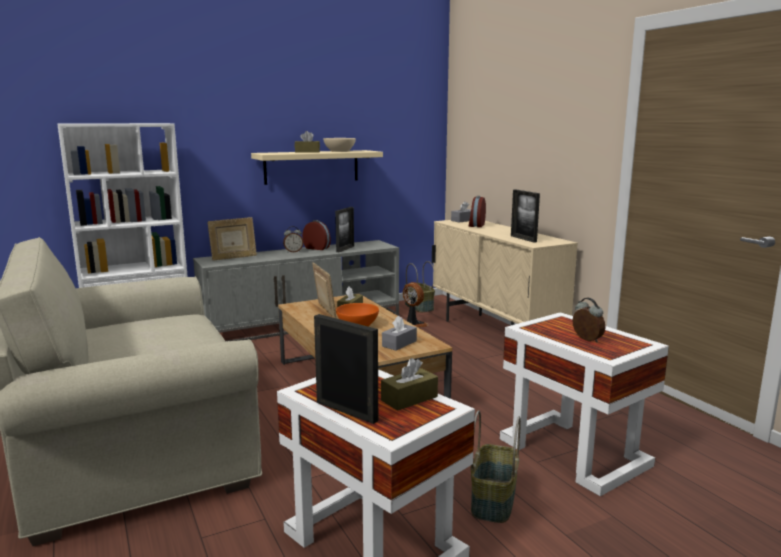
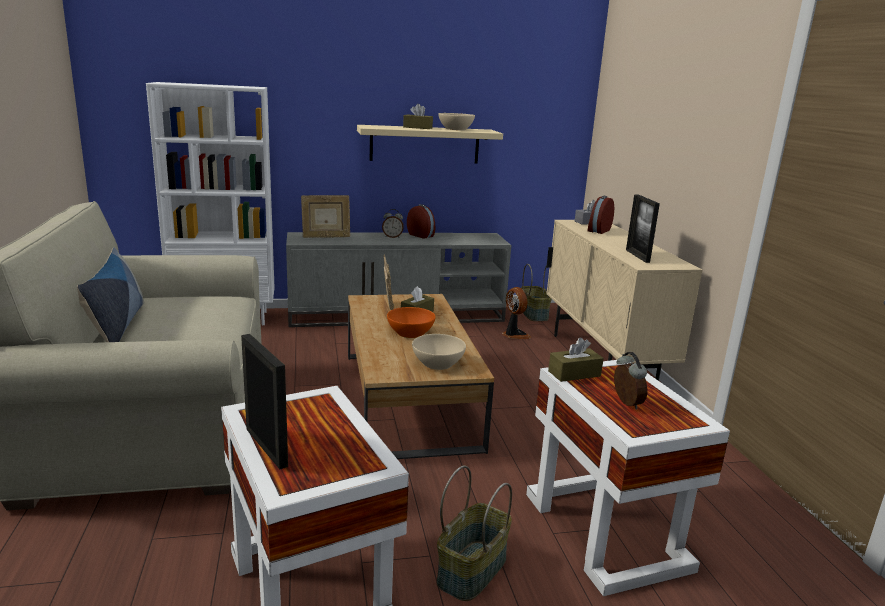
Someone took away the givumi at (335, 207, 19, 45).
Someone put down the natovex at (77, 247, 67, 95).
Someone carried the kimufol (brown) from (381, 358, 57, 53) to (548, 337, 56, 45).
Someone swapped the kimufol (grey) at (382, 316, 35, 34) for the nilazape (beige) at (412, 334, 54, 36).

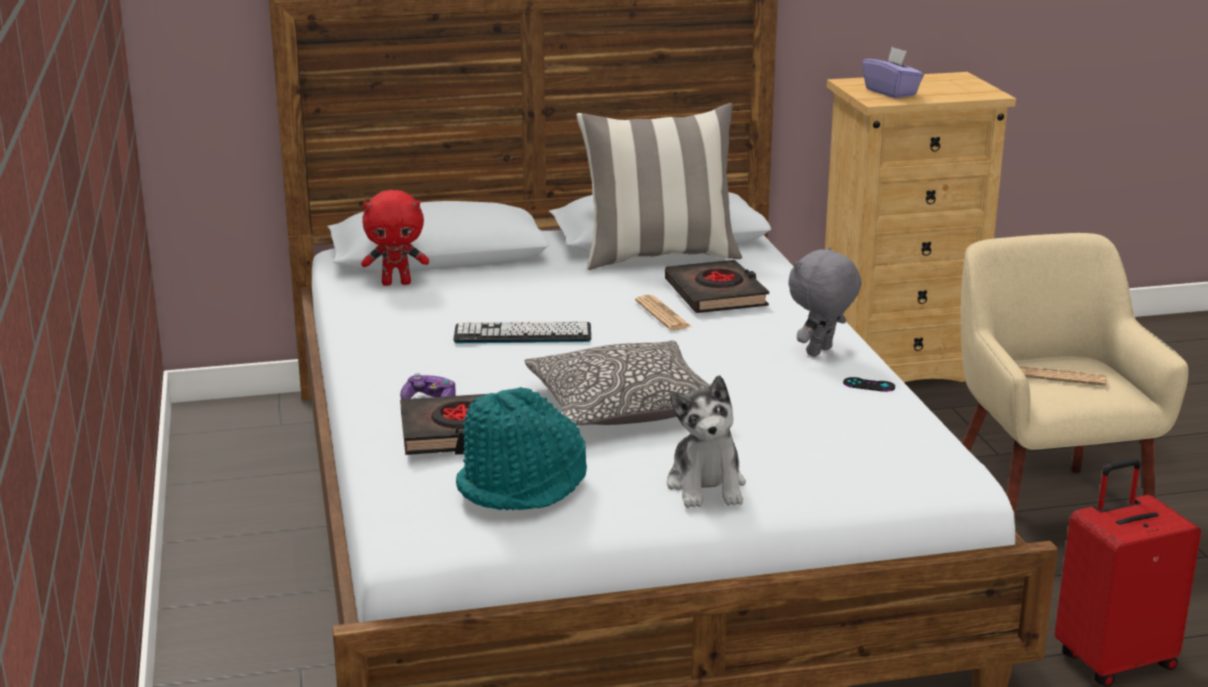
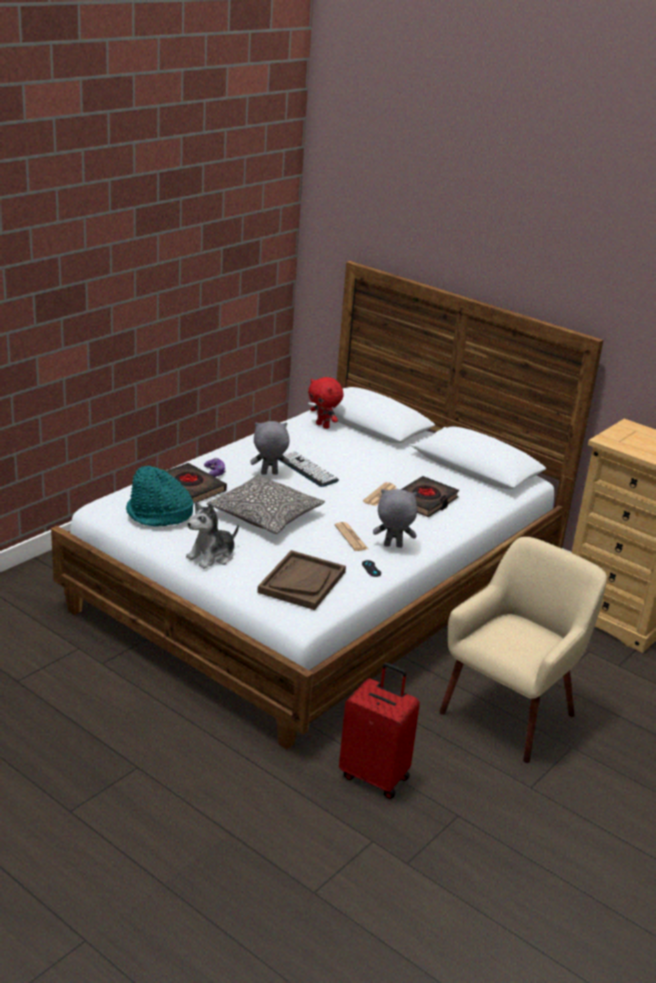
Someone took away the natovex at (576, 103, 166, 167).
Someone took away the kimufol (purple) at (862, 47, 62, 51).
Someone put down the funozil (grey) at (250, 421, 40, 54).
Someone put down the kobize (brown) at (257, 550, 89, 60).
Someone carried the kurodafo from (1019, 366, 88, 20) to (335, 522, 33, 29).

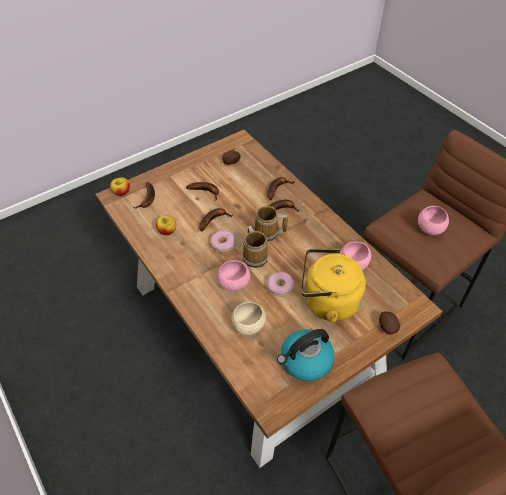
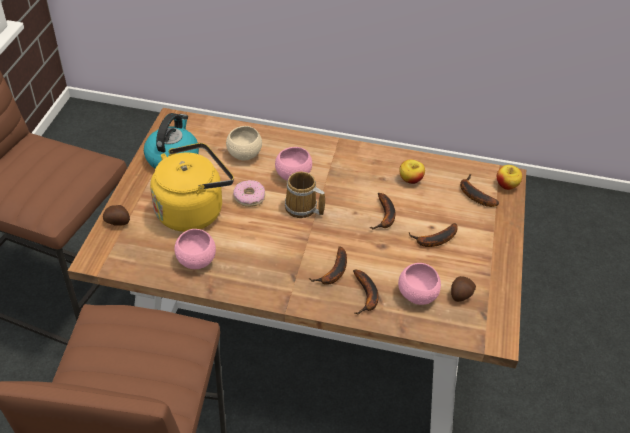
Someone took away the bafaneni at (210, 230, 26, 23).
Someone took away the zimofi at (254, 206, 34, 35).
Someone carried the nilazape (pink) from (418, 206, 31, 29) to (398, 263, 43, 42).

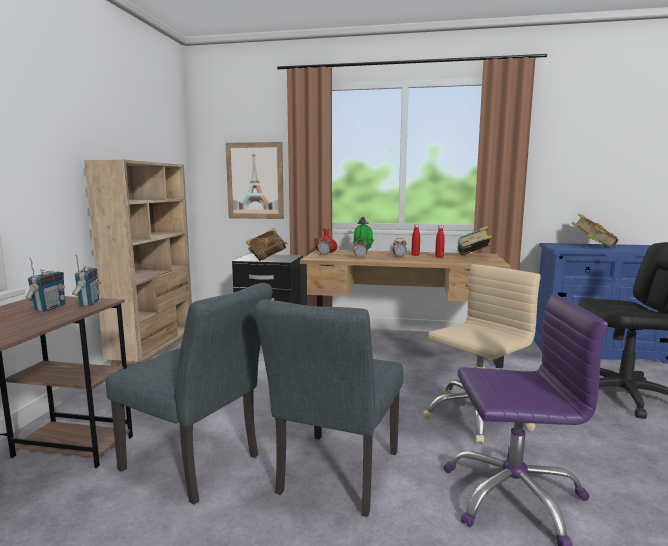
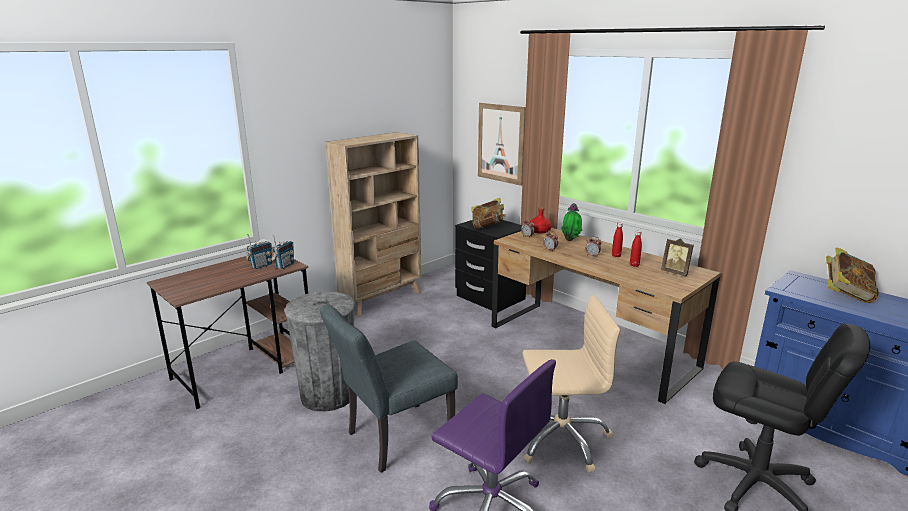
Someone swapped the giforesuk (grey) at (106, 283, 167, 222) for the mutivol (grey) at (284, 291, 71, 121).
Someone swapped the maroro at (458, 226, 34, 29) for the givumi at (661, 238, 33, 38).

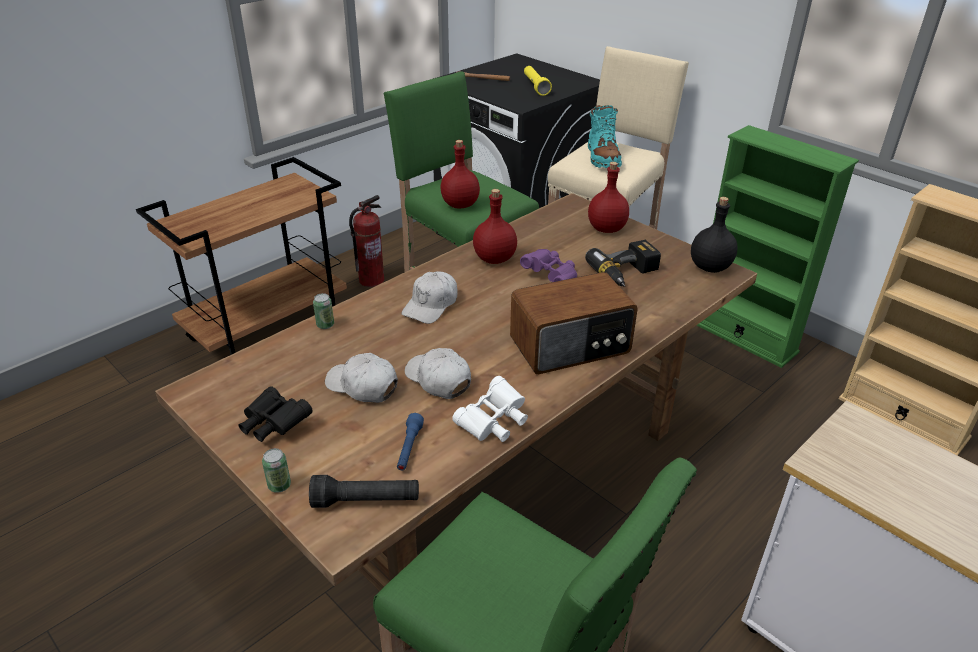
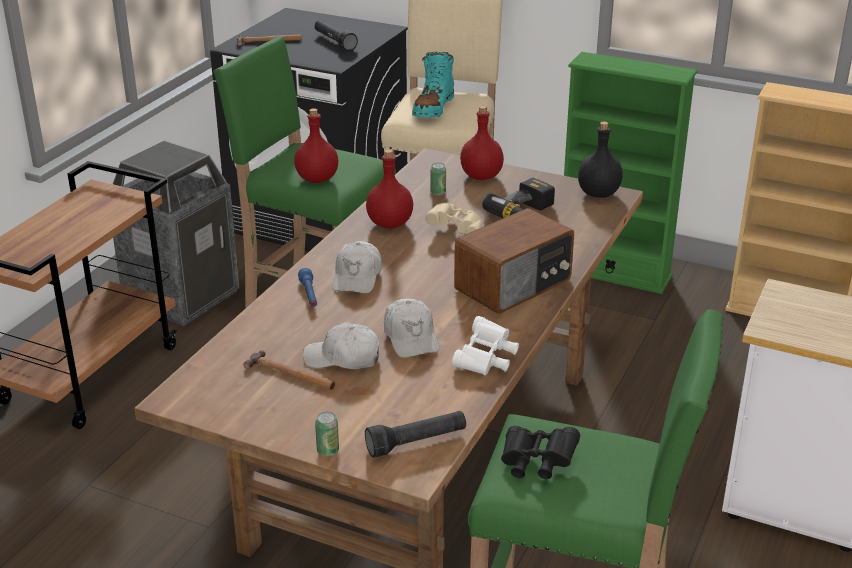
Someone put down the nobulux at (243, 350, 92, 40).
Someone carried the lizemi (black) from (238, 386, 75, 56) to (501, 426, 79, 53).
Someone carried the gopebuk from (313, 293, 21, 36) to (430, 163, 16, 32).
Someone carried the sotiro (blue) from (397, 413, 27, 57) to (298, 268, 19, 39).
Someone swapped the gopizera at (349, 195, 35, 92) for the mutivol at (113, 140, 126, 186).
Someone repainted the lizemi (purple) at (520, 249, 57, 33), which became the lizemi (beige) at (425, 203, 58, 31).
Someone repainted the sotiro (yellow) at (524, 66, 28, 30), which became the sotiro (black) at (314, 20, 44, 31).
Someone rotated the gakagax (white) at (405, 348, 66, 51) by 135 degrees counterclockwise.
Someone rotated the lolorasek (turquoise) at (588, 105, 34, 63) by 45 degrees clockwise.

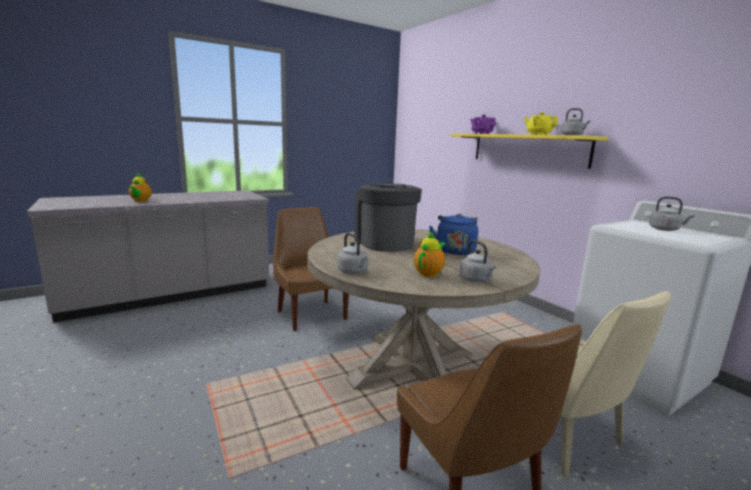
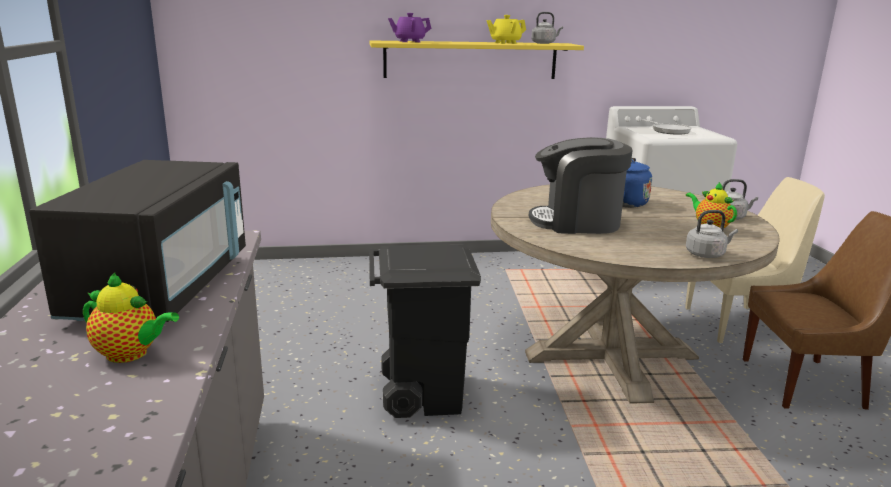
Someone put down the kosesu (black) at (29, 160, 217, 162).
Someone swapped the giforesuk (brown) at (273, 208, 76, 123) for the mutivol (black) at (369, 244, 112, 174).
Someone swapped the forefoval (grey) at (649, 197, 45, 34) for the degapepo at (642, 119, 50, 16).

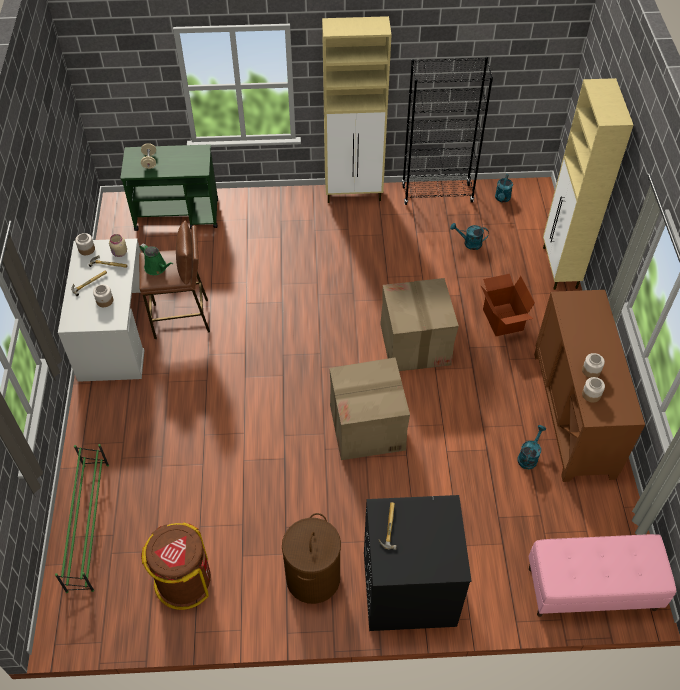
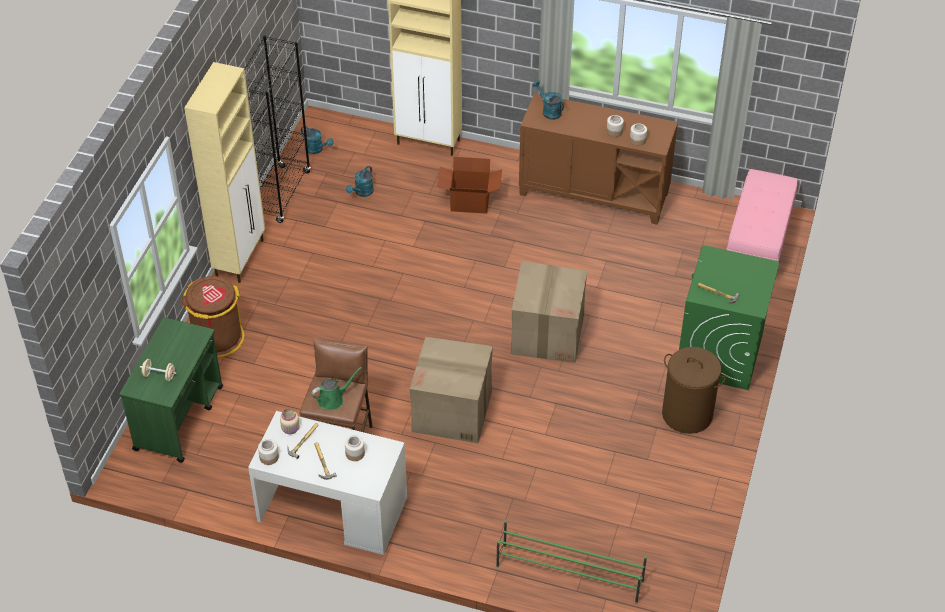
Someone carried the mutivol (brown) from (141, 522, 70, 88) to (182, 276, 63, 82).
Someone carried the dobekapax from (380, 278, 79, 93) to (410, 337, 83, 106).
Someone carried the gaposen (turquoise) from (518, 425, 28, 44) to (533, 80, 31, 40).
Someone repainted the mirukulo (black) at (364, 495, 108, 136), which became the mirukulo (green) at (679, 245, 101, 145).

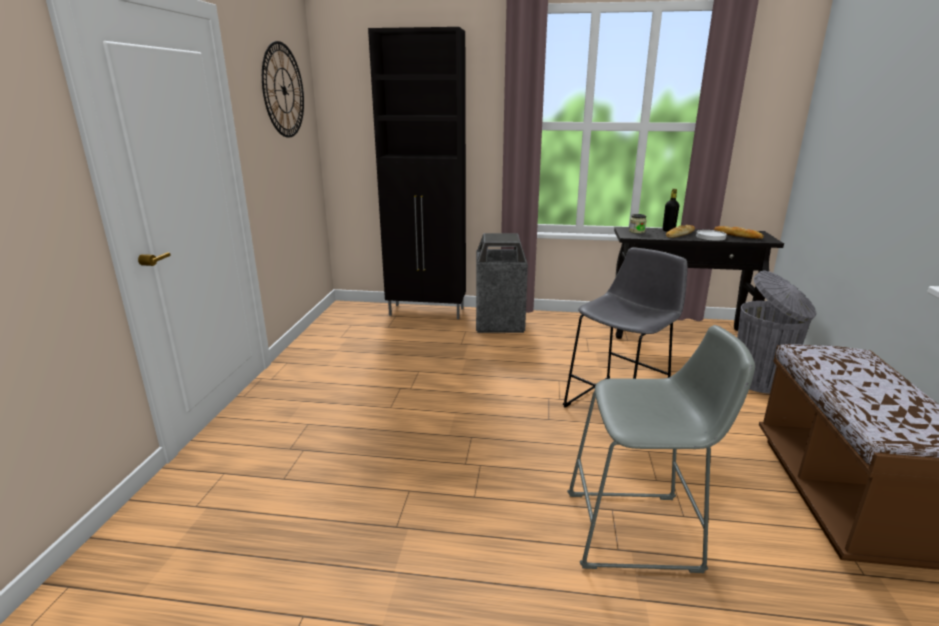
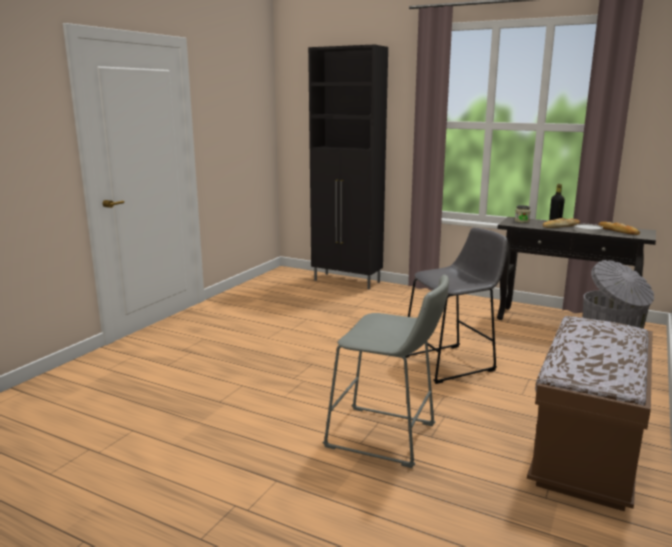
Someone took away the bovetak at (262, 41, 42, 97).
Someone took away the mutivol at (476, 233, 52, 100).

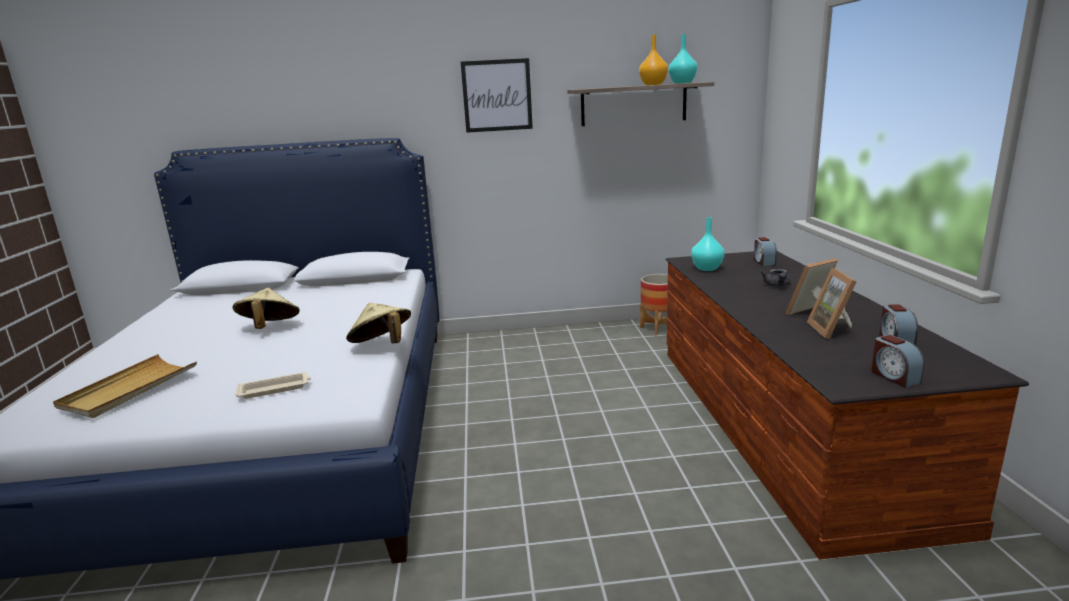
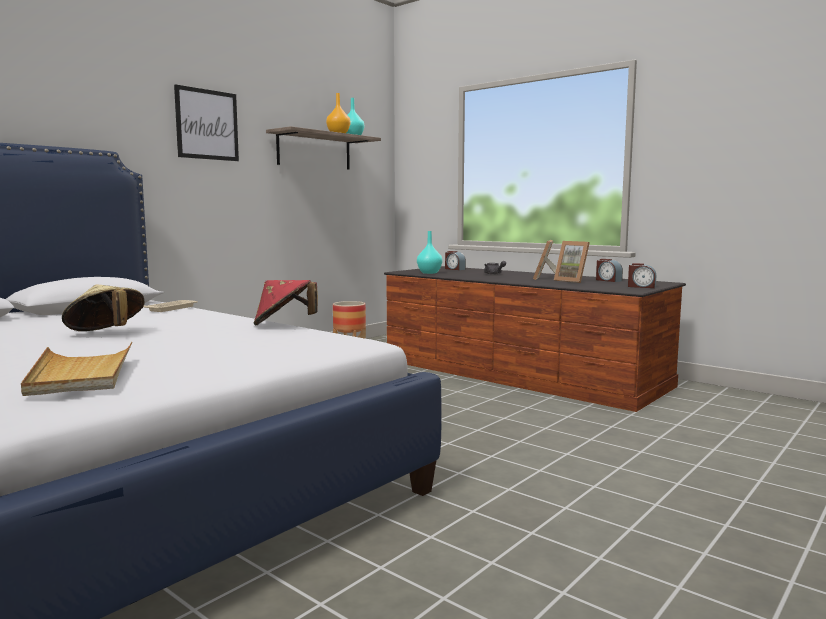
Someone carried the kobize (beige) from (236, 372, 75, 27) to (143, 300, 55, 12).
Someone repainted the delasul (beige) at (346, 302, 65, 41), which became the delasul (red) at (253, 280, 65, 46).

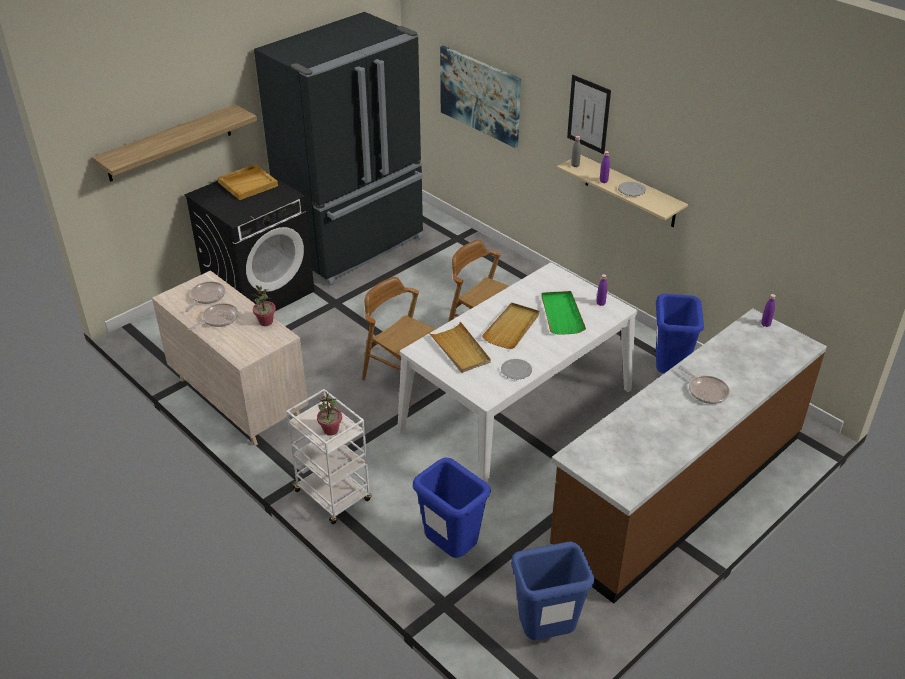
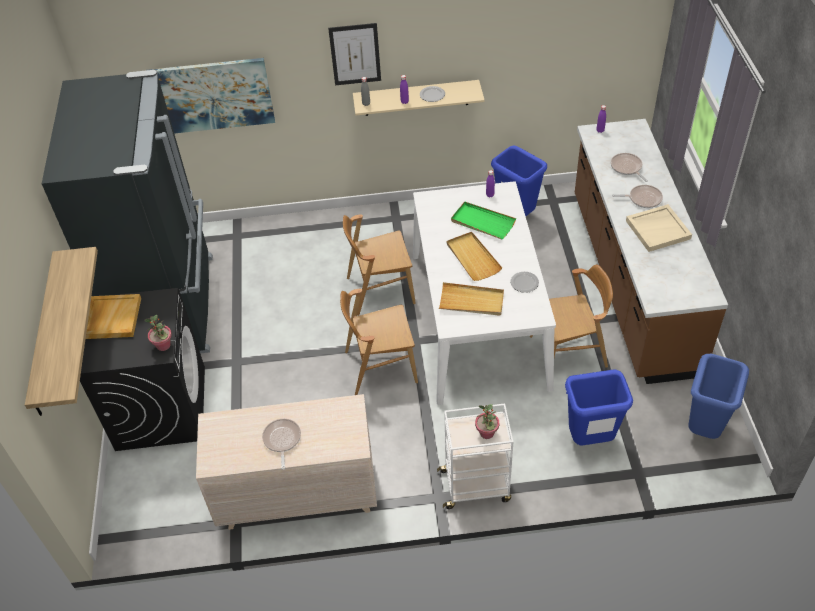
Someone put down the giforesuk (brown) at (530, 264, 83, 104).
Someone put down the kobize (beige) at (626, 204, 66, 48).
Someone carried the degapepo from (185, 281, 41, 31) to (611, 153, 37, 29).
Someone carried the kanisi from (251, 285, 25, 41) to (144, 315, 28, 36).

